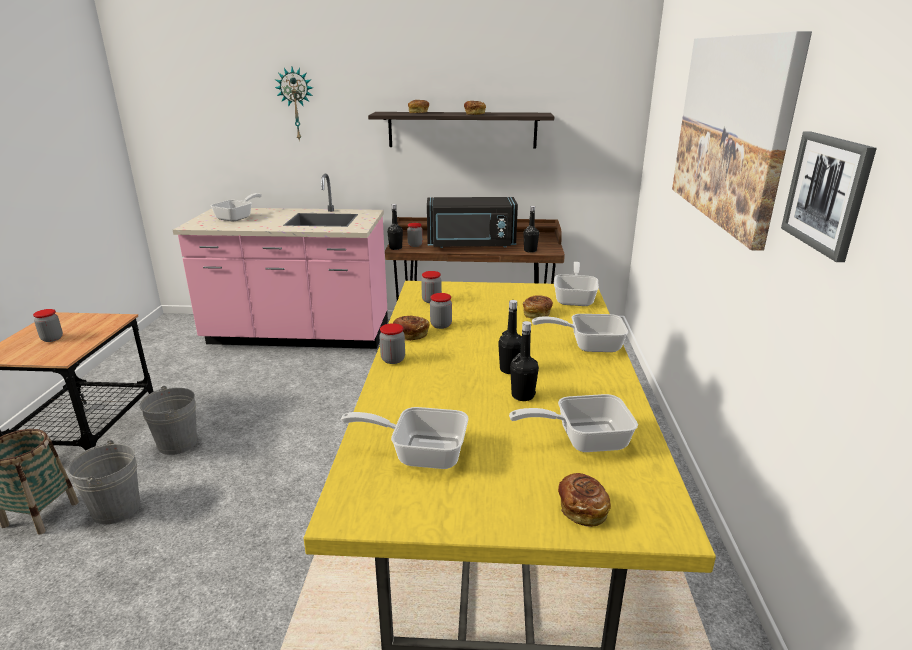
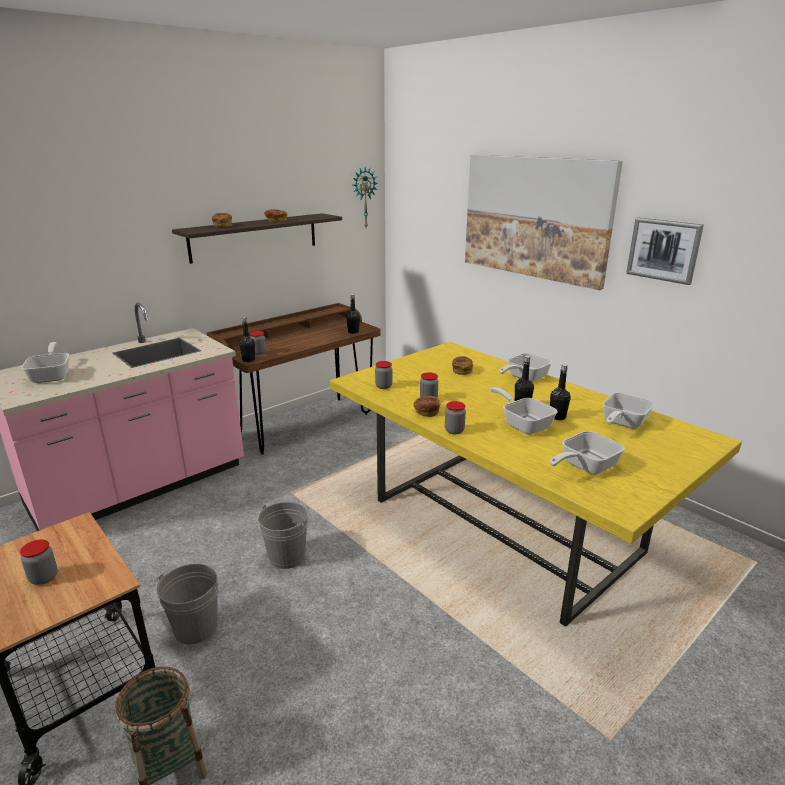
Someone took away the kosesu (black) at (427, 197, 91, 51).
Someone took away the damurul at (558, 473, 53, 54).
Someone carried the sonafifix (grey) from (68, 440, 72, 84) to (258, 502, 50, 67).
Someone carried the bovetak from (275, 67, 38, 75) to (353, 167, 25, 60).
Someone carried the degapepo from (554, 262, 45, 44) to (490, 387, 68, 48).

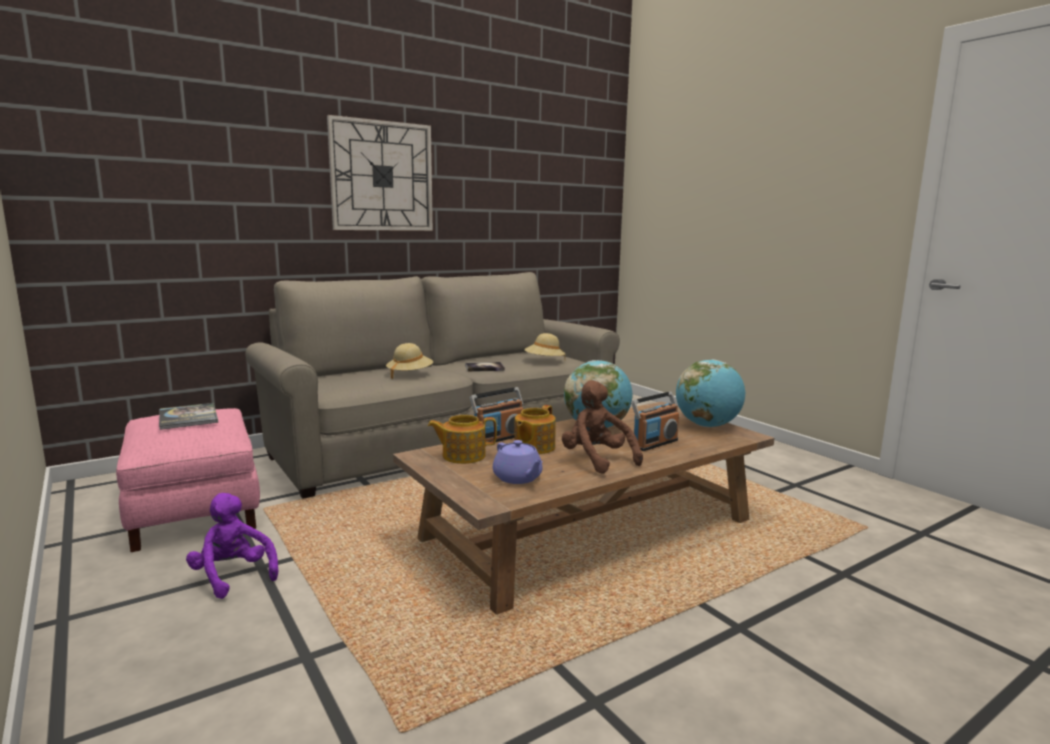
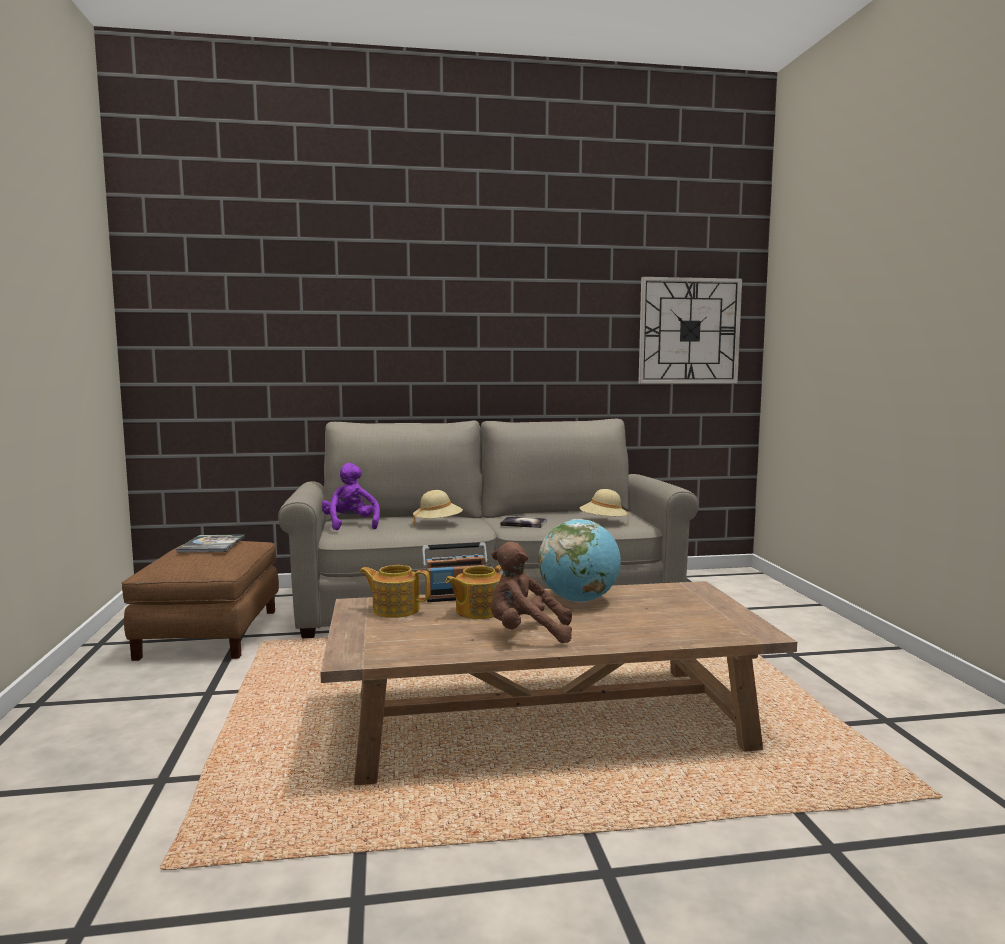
Someone took away the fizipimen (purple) at (493, 440, 49, 44).
Someone took away the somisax at (631, 391, 48, 60).
Someone took away the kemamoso at (676, 359, 69, 68).
Someone carried the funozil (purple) from (186, 493, 92, 106) to (322, 463, 58, 67).
Someone carried the bovetak from (327, 115, 106, 116) to (638, 277, 104, 107).
Someone repainted the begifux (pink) at (116, 408, 144, 144), which became the begifux (brown) at (122, 541, 157, 120).
Someone rotated the funozil (brown) at (562, 380, 81, 94) by 75 degrees counterclockwise.

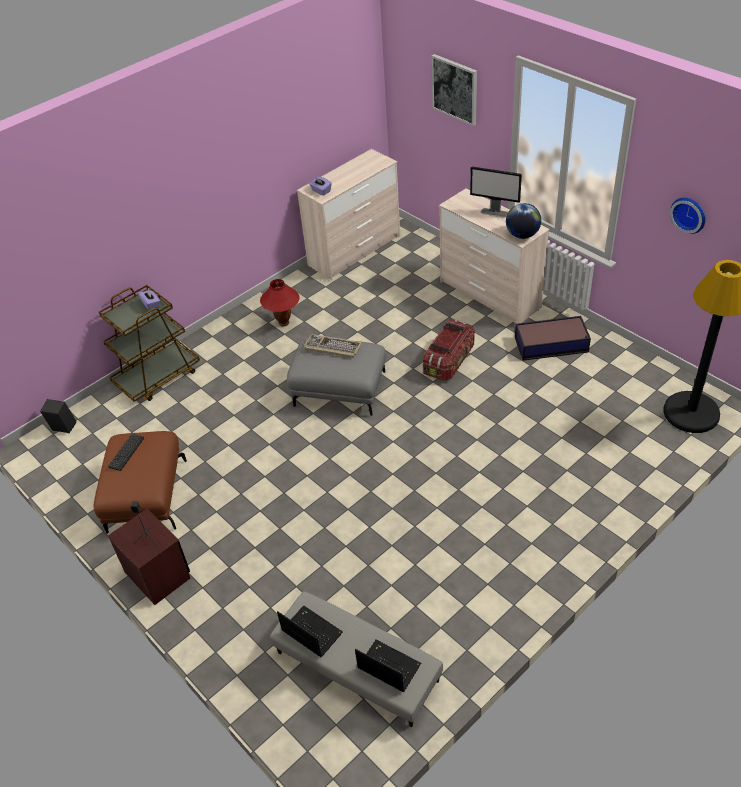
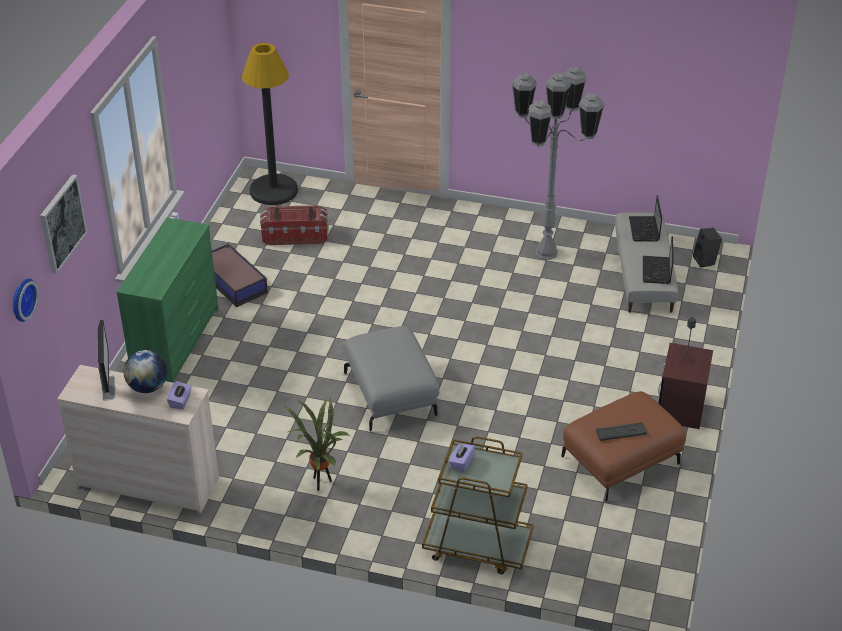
Someone took away the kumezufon at (304, 334, 58, 24).
Someone put down the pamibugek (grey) at (512, 66, 92, 194).
Someone carried the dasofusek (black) from (40, 399, 36, 34) to (693, 228, 29, 39).
Someone carried the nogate from (423, 319, 52, 62) to (260, 205, 69, 40).
Someone carried the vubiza from (470, 166, 52, 52) to (98, 320, 18, 81).
Someone carried the kemamoso from (506, 203, 35, 36) to (124, 350, 43, 43).
Someone carried the bovetak from (670, 197, 36, 37) to (13, 278, 26, 44).
Someone swapped the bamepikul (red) at (260, 279, 40, 47) for the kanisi at (284, 398, 66, 93).
Someone repainted the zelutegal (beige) at (439, 189, 110, 135), which became the zelutegal (green) at (116, 218, 103, 165).

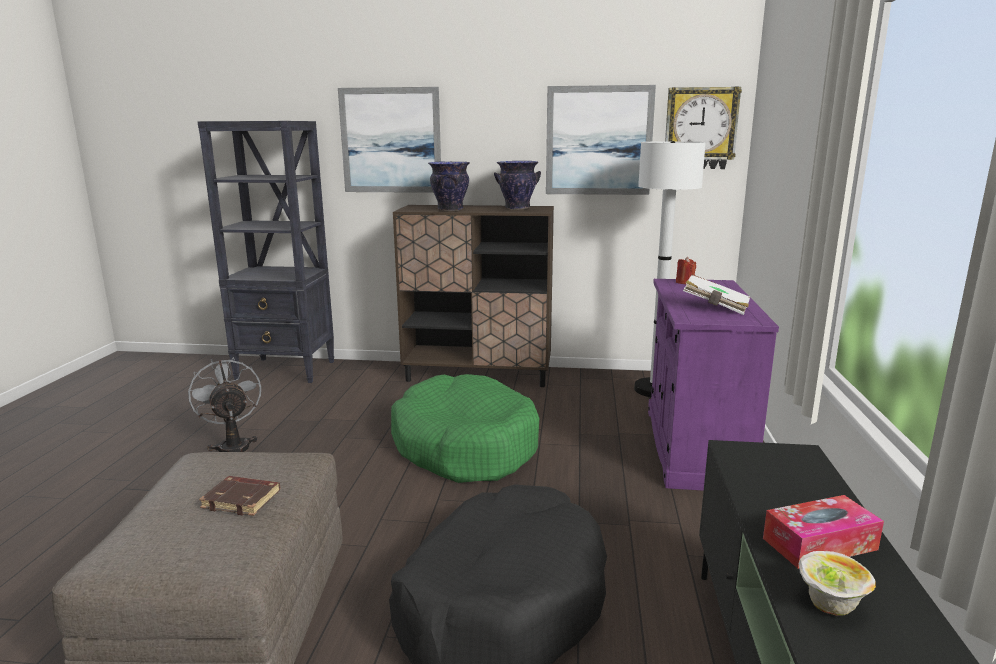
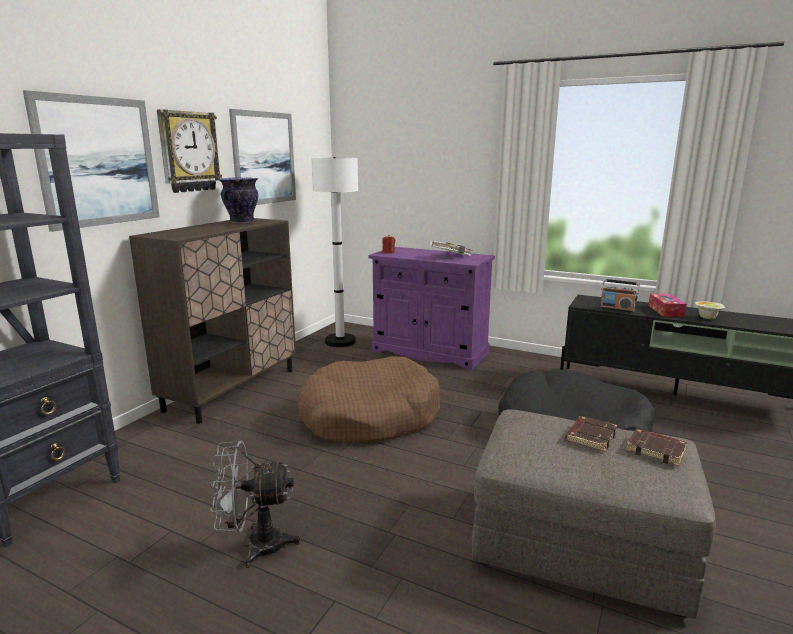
Someone took away the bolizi at (428, 162, 42, 49).
Someone put down the somisax at (600, 279, 40, 34).
Someone put down the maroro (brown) at (626, 428, 61, 38).
Someone carried the bovetak from (665, 87, 77, 82) to (157, 109, 65, 84).
Someone repainted the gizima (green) at (391, 374, 148, 109), which became the gizima (brown) at (298, 356, 142, 88).

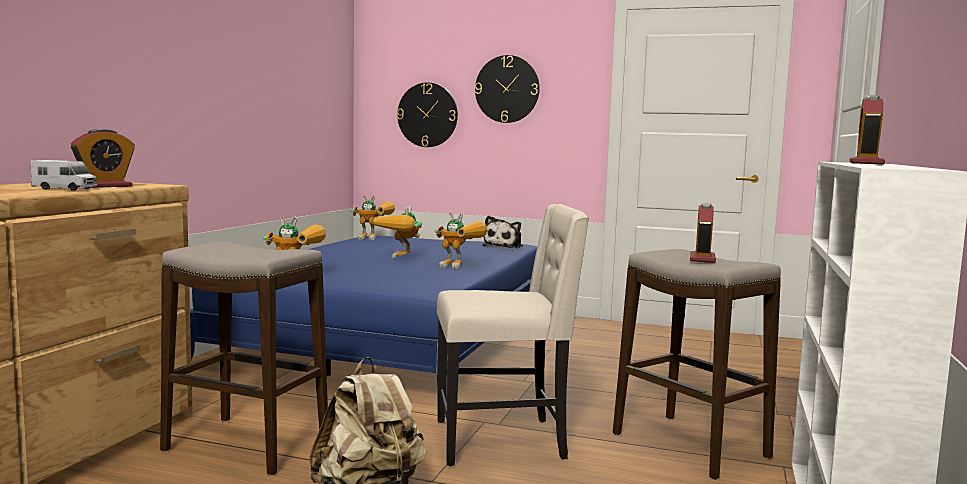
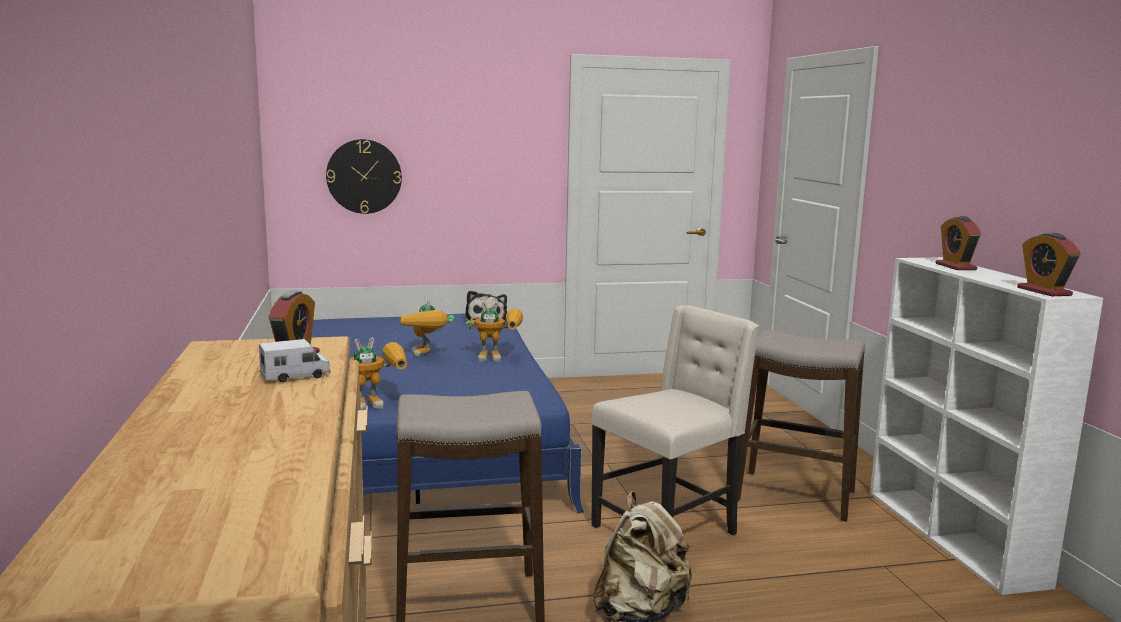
Someone took away the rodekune at (351, 195, 44, 45).
Someone took away the bovetak at (475, 55, 65, 68).
Someone carried the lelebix from (690, 203, 26, 60) to (1017, 233, 63, 63).

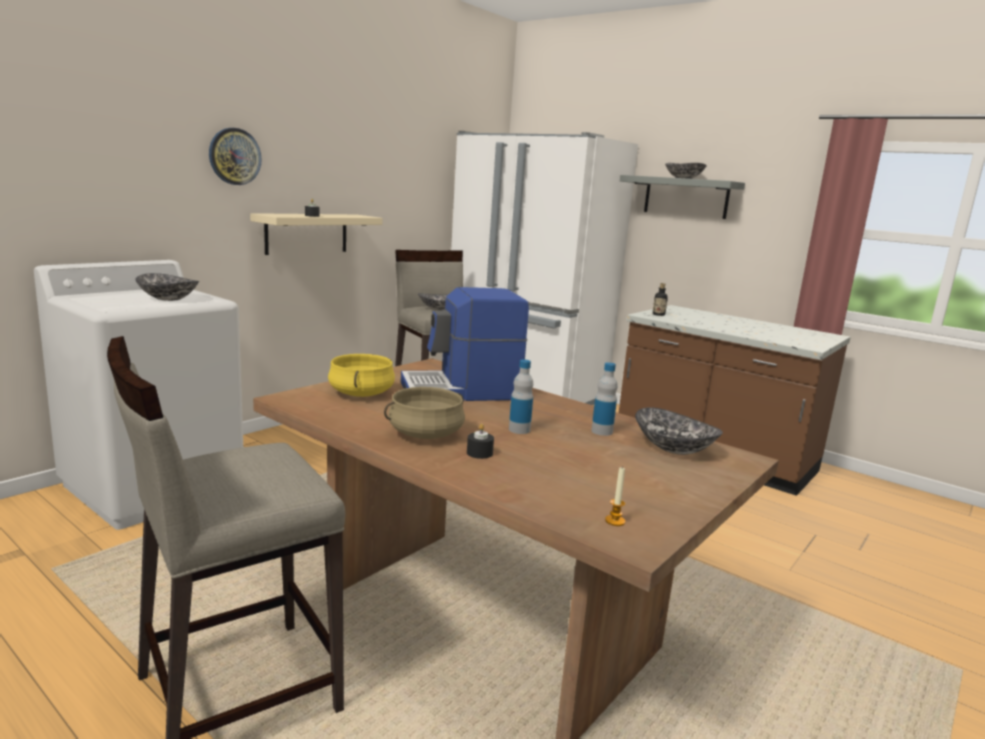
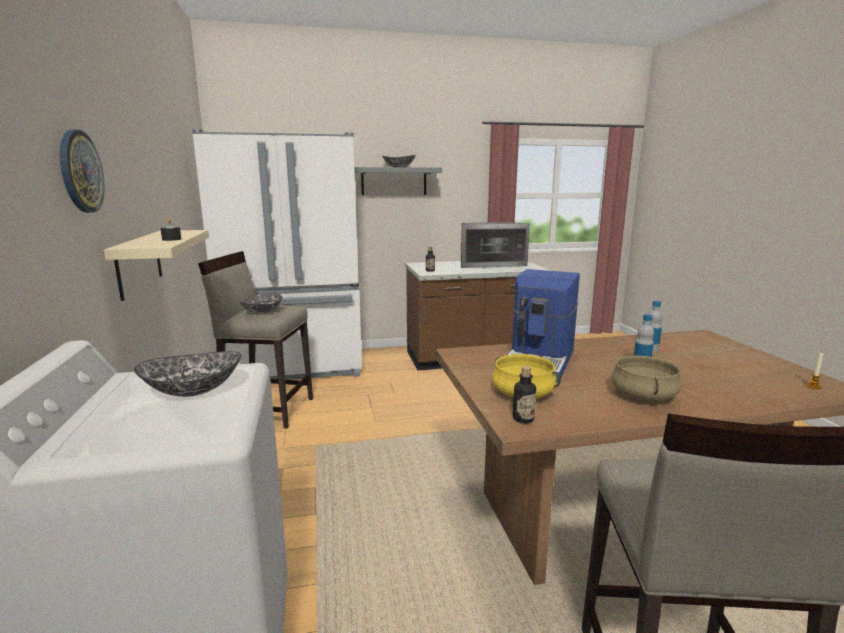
Someone took away the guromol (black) at (467, 424, 27, 35).
Someone took away the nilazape at (635, 407, 88, 48).
Someone put down the kosesu at (461, 222, 69, 46).
Someone put down the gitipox at (513, 366, 23, 57).

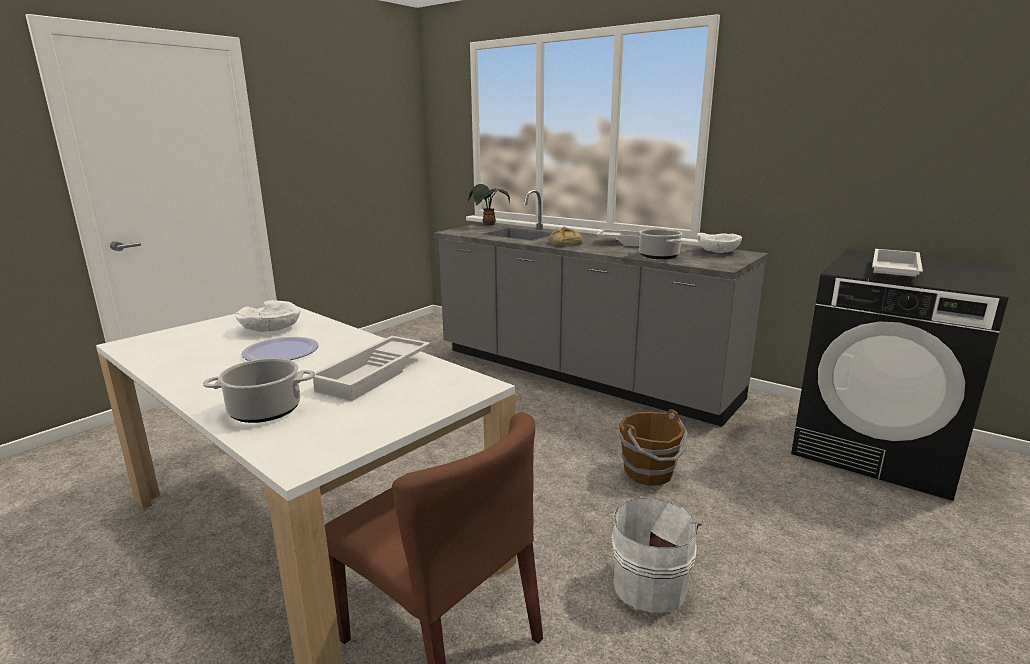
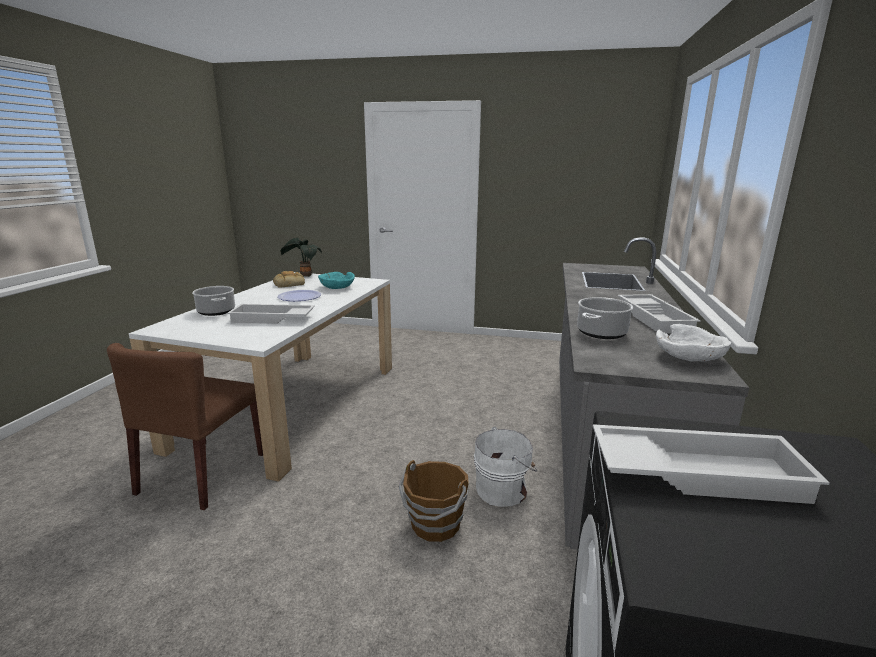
Someone carried the kanisi from (468, 184, 42, 41) to (280, 237, 42, 40).
Someone carried the damurul from (549, 227, 34, 19) to (273, 271, 32, 17).
Someone carried the sonafifix (white) from (609, 498, 93, 115) to (474, 427, 63, 80).
Someone repainted the nilazape (white) at (235, 300, 65, 32), which became the nilazape (turquoise) at (318, 272, 37, 17).

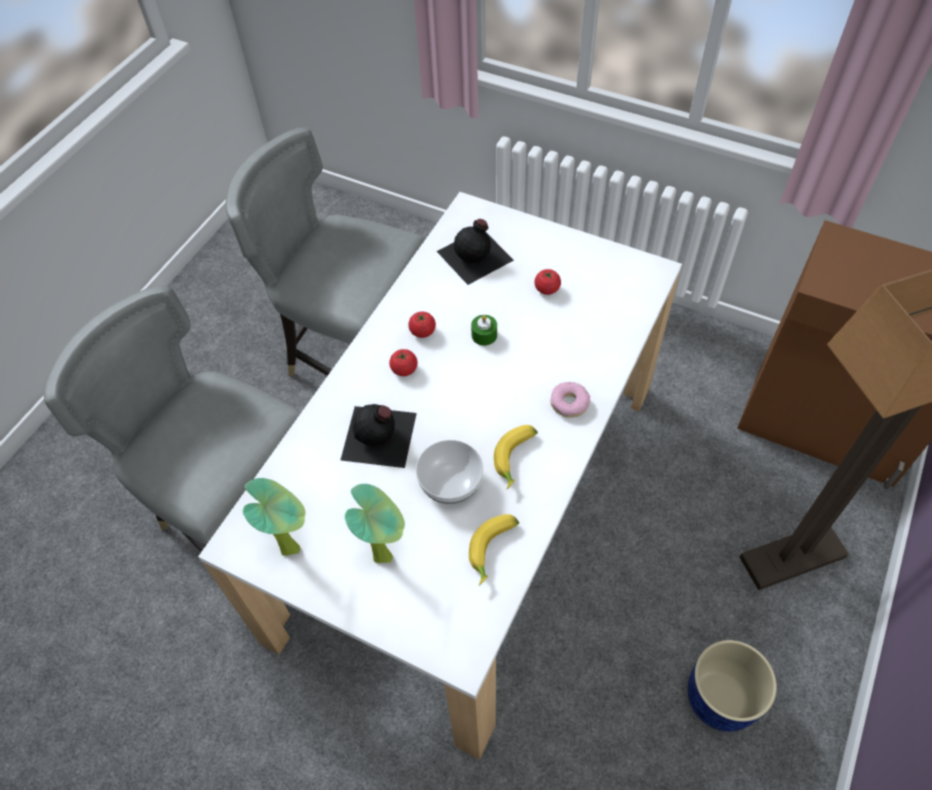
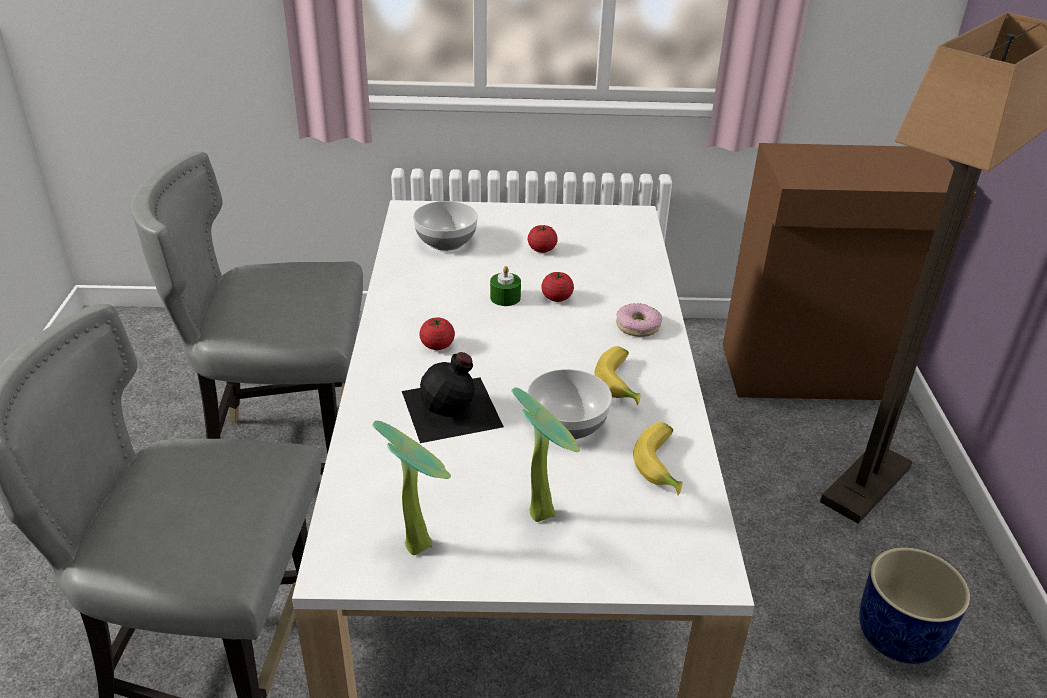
Someone carried the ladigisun from (408, 312, 28, 26) to (541, 272, 33, 30).
Someone swapped the gitipox (black) at (437, 219, 77, 66) for the nilazape at (413, 201, 65, 50).

